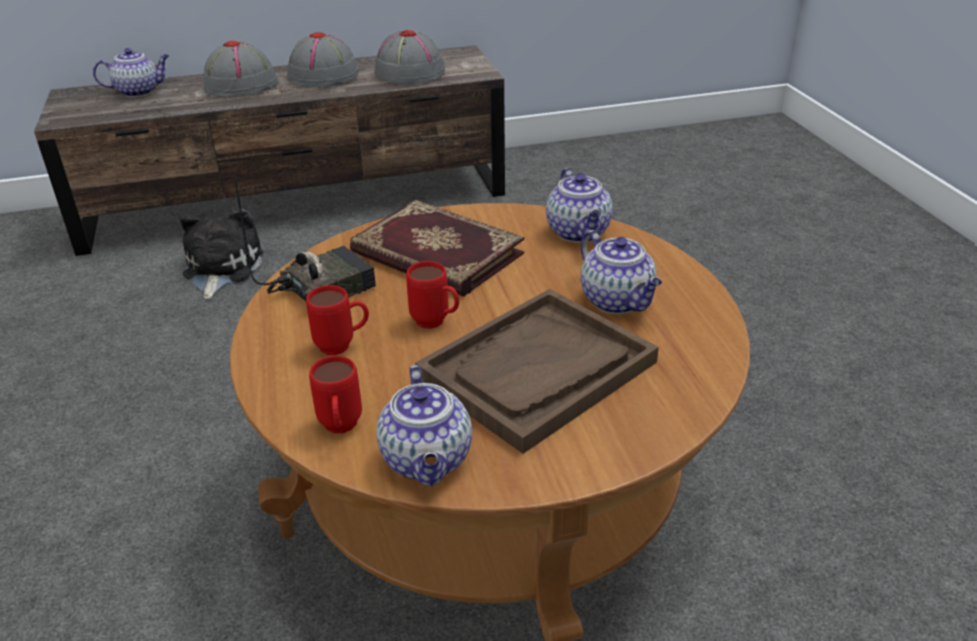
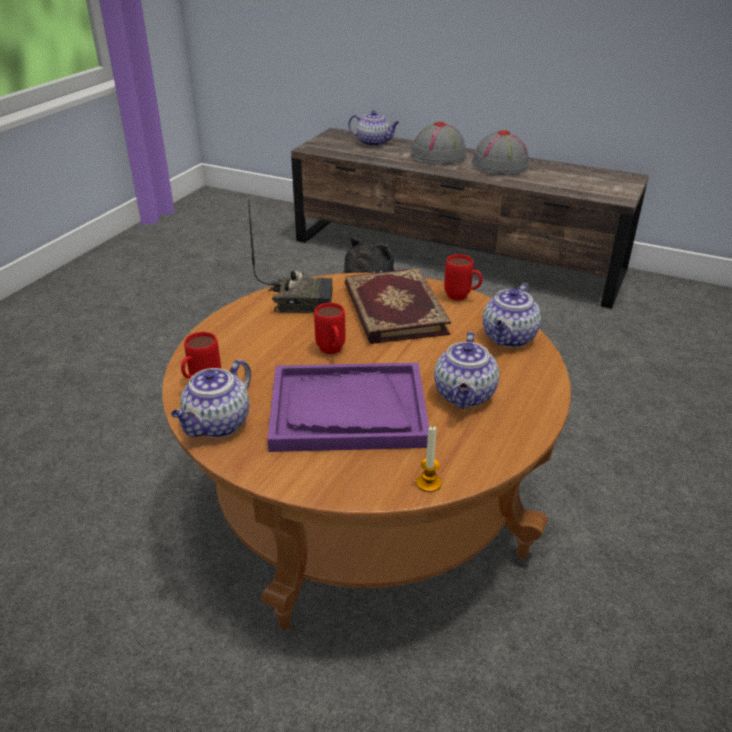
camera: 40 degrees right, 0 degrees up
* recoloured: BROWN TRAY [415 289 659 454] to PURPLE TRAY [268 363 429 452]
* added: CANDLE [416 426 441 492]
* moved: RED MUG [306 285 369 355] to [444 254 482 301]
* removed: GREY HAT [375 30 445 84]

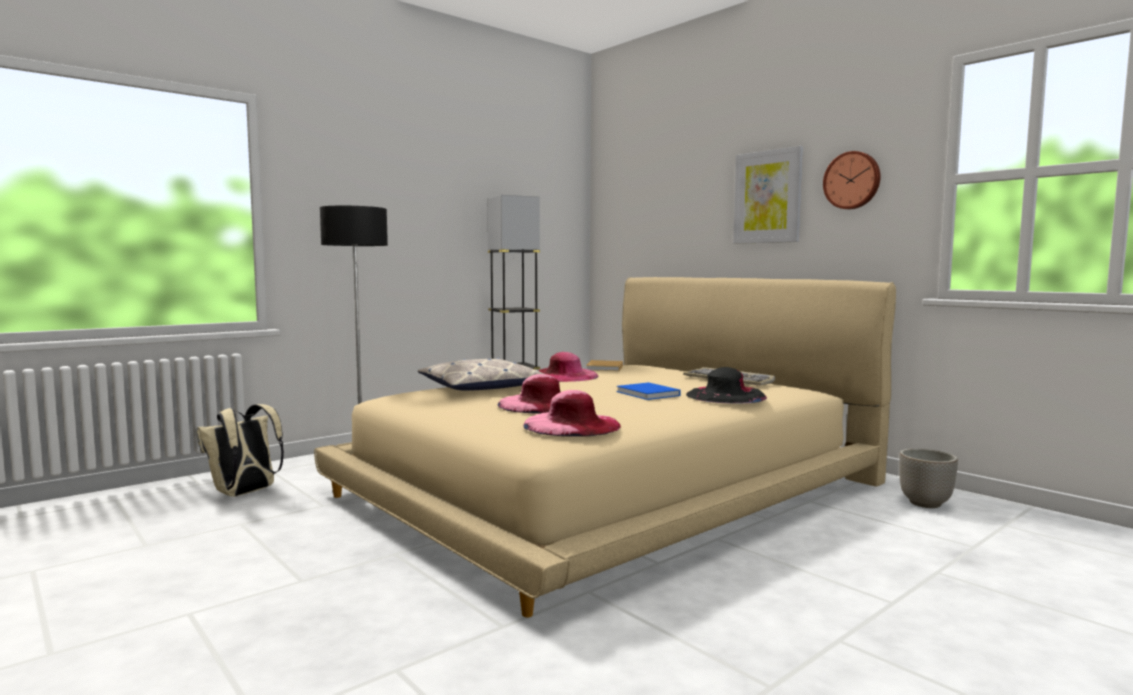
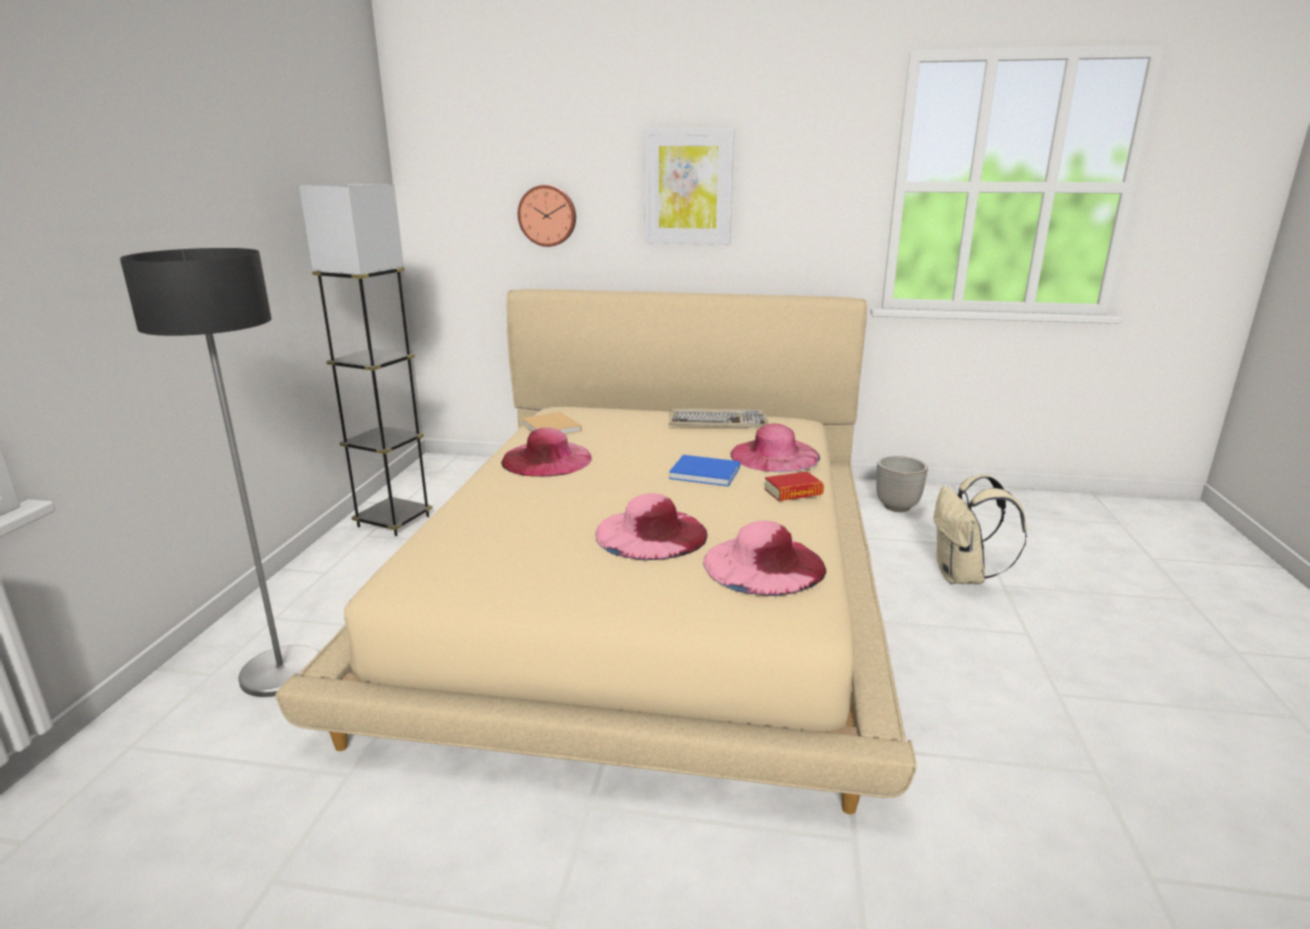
camera: 40 degrees left, 15 degrees up
* moved: WALL CLOCK [823 151 880 209] to [518 185 576 247]
* recoloured: BLACK HAT [686 367 767 404] to PINK HAT [730 423 820 472]
* added: BOOK [764 472 824 501]
* moved: BEIGE BACKPACK [196 404 284 497] to [933 474 1027 584]
* removed: PILLOW [418 358 544 391]

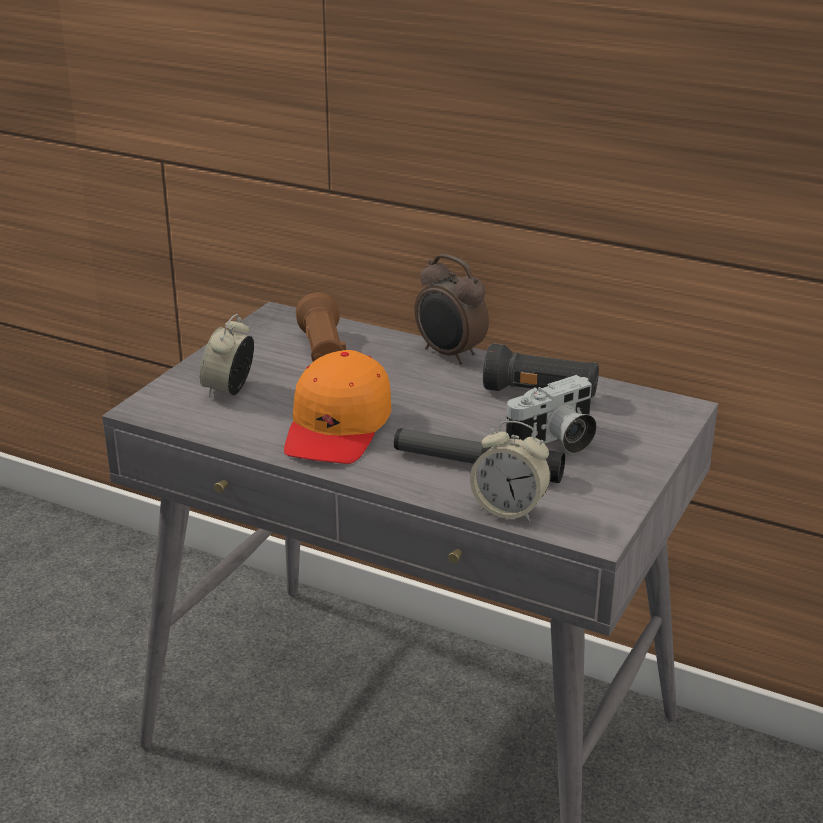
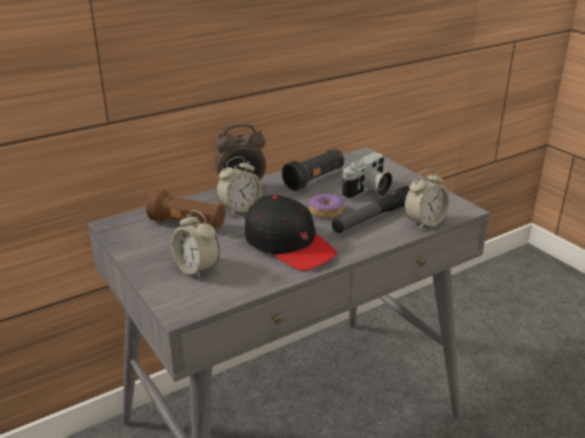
camera: 60 degrees left, 0 degrees up
* added: ALARM CLOCK [216 157 262 216]
* recoloured: ORANGE CAP [284 350 391 464] to BLACK CAP [245 195 337 271]
* added: DONUT [309 193 344 218]
* turned: PHOTO CAMERA [506 375 597 454] = [342 152 392 199] 45 degrees clockwise

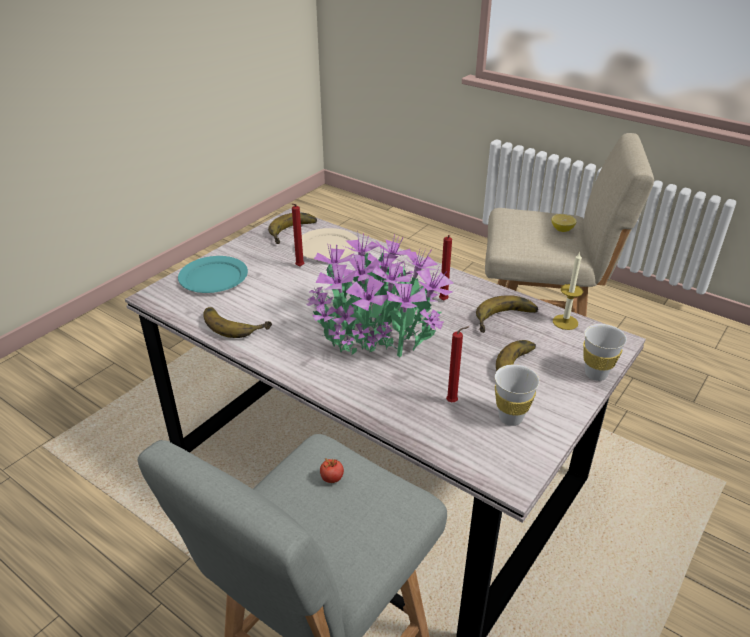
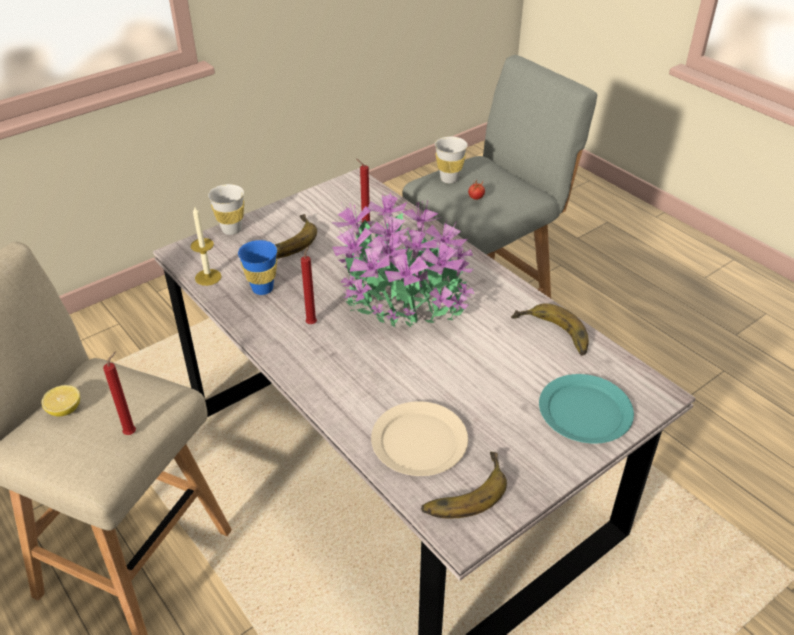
camera: 165 degrees left, 5 degrees up
* moved: RED CANDLE [292 203 304 266] to [103 352 136 435]
* replaced: BANANA [476 295 538 333] to BLUE CUP [238 240 277 295]
* moved: WHITE CUP [495 364 540 426] to [435 136 468 184]

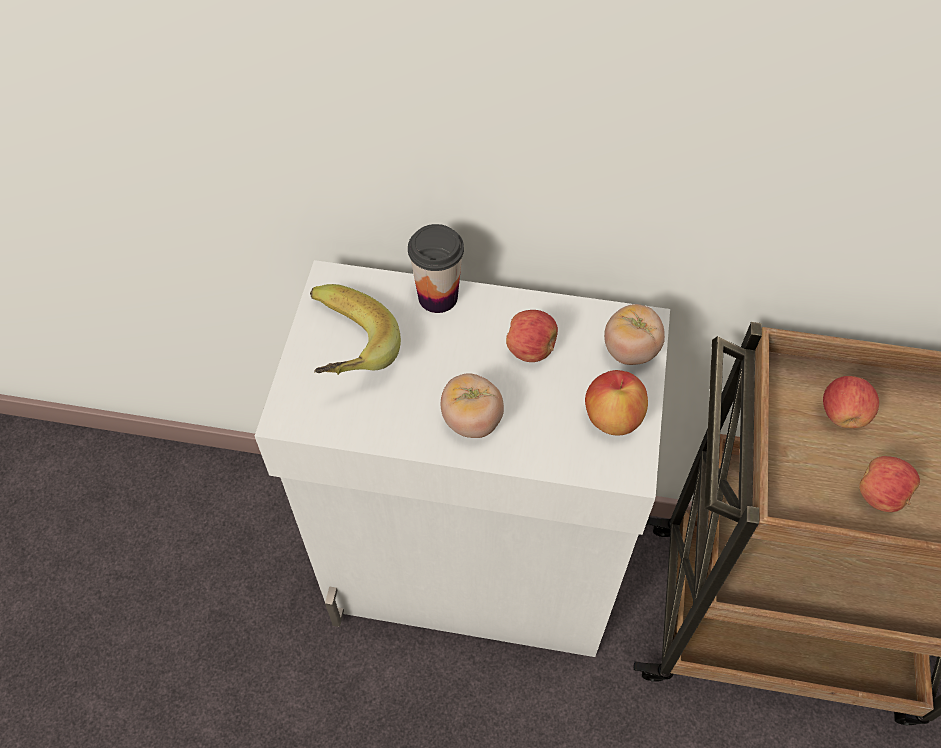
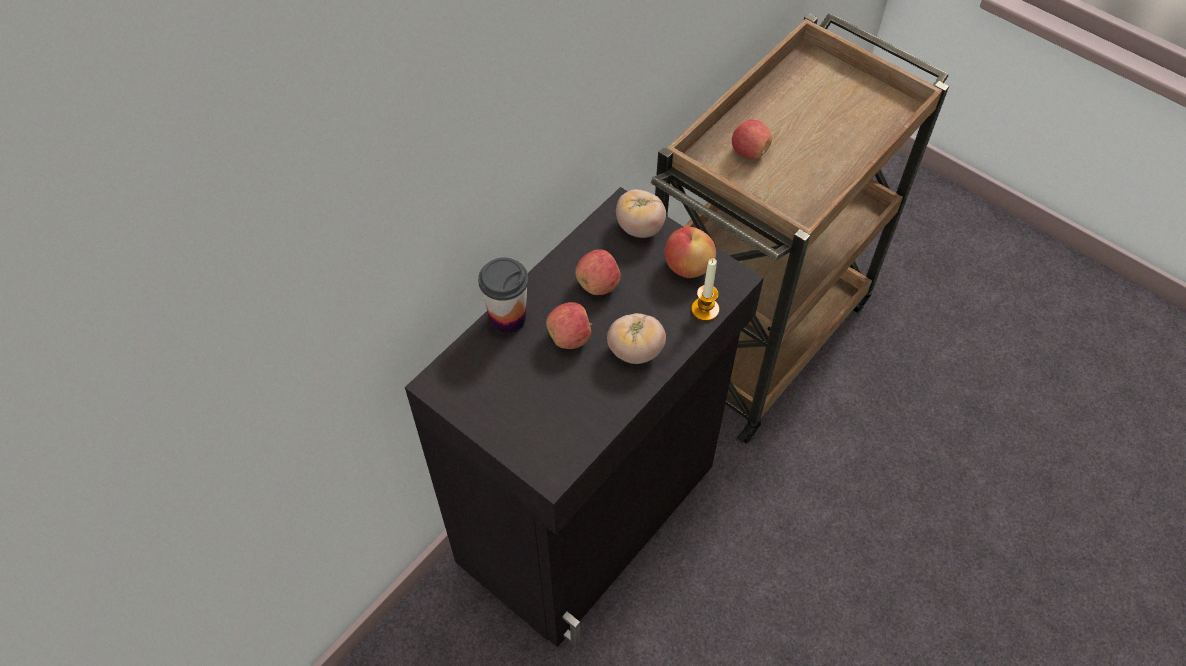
camera: 60 degrees left, 0 degrees up
* recoloured: WHITE CABINET [255 260 670 657] to BLACK CABINET [405 187 764 647]
* moved: APPLE [859 456 920 512] to [546 302 592 349]
* added: CANDLE [691 259 719 321]
* removed: BANANA [310 284 401 375]

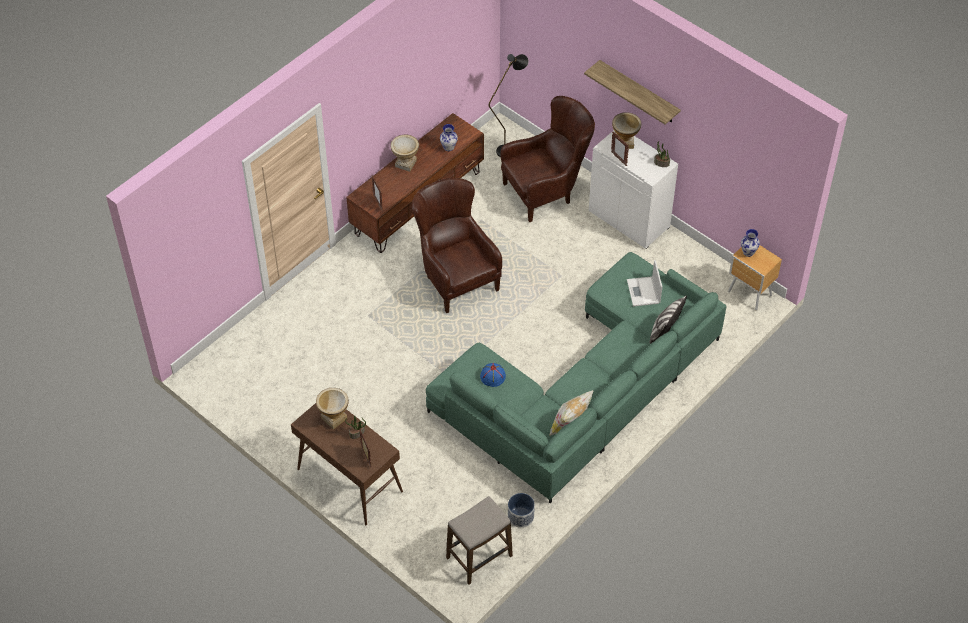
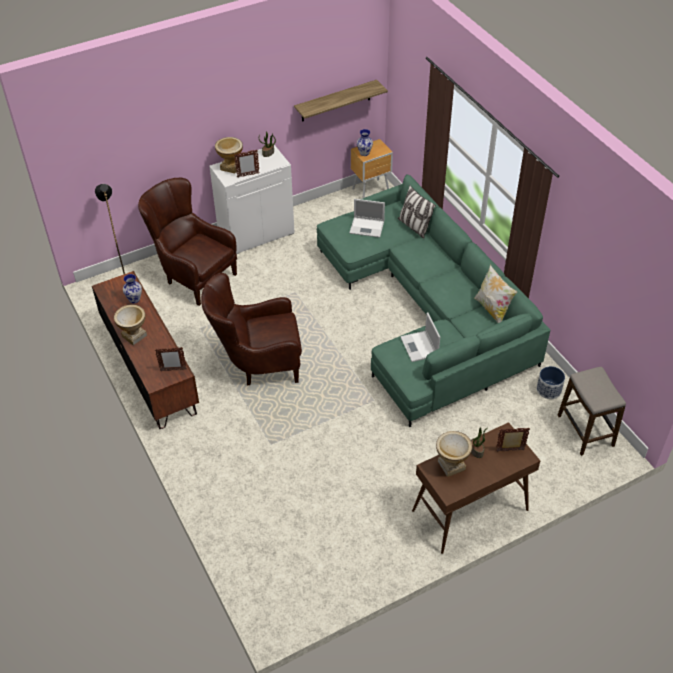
camera: 70 degrees left, 5 degrees down
* turned: BROWN ARMCHAIR [501 96 595 222] = [138 177 237 306] 45 degrees counterclockwise
* moved: SHELF [584 60 681 125] to [294 80 388 122]
* replaced: BLUE HAT [480 363 506 387] to LAPTOP [400 312 440 362]

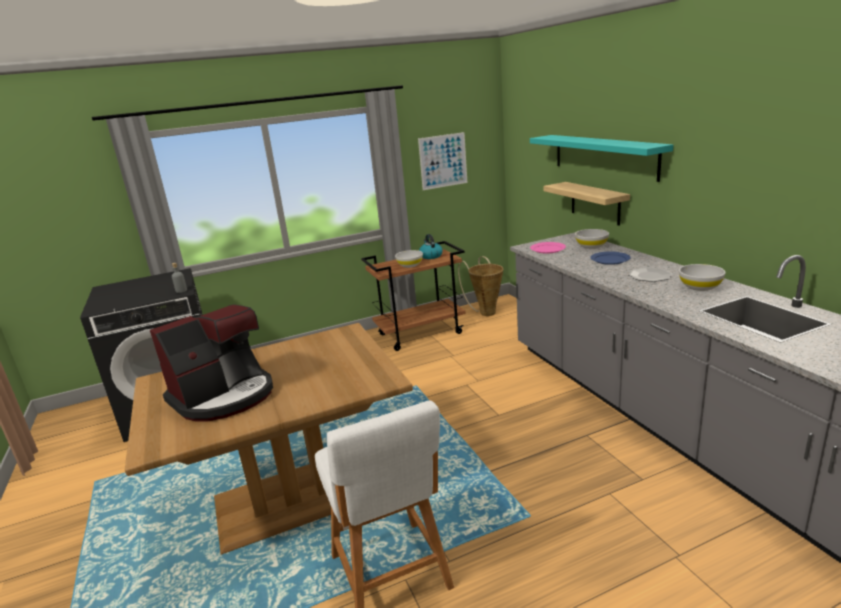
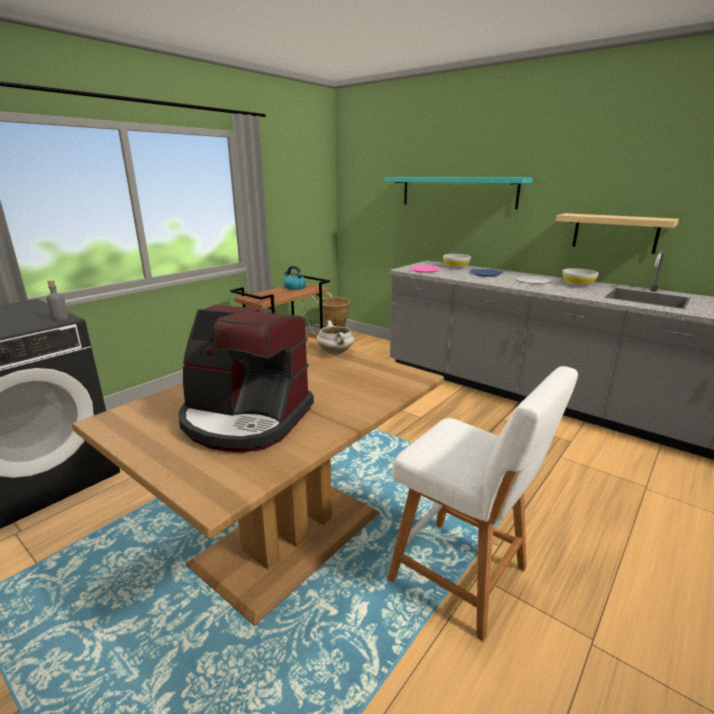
camera: 30 degrees left, 0 degrees up
* turned: COFFEE MACHINE [150 304 273 422] = [179 305 314 453] 90 degrees clockwise
* added: WHITE COOKING POT [316 321 354 354]
* moved: SHELF [543 182 630 226] to [556 213 679 254]
* removed: WHITE BOWL [395 250 423 268]
* removed: PICTURE [418 132 468 190]

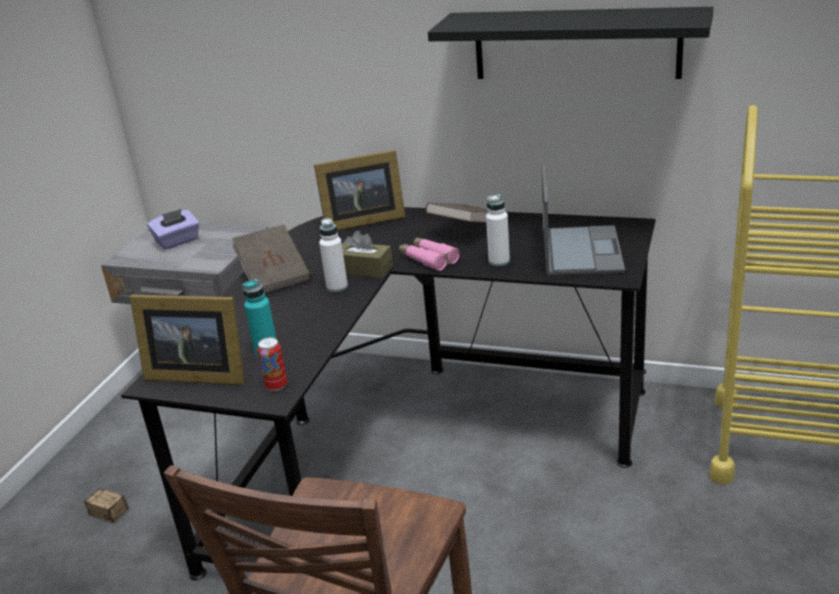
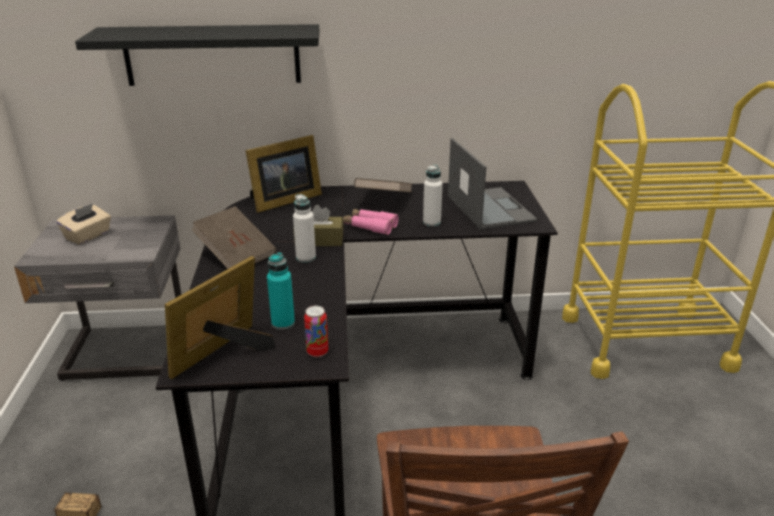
camera: 25 degrees left, 0 degrees up
* recoloured: PURPLE TISSUE BOX [147 209 200 250] to BEIGE TISSUE BOX [57 203 111 245]
* moved: BLACK SHELF [428 7 714 79] to [75 24 320 86]
* turned: PICTURE FRAME [130 295 245 385] = [165 256 275 379] 135 degrees clockwise

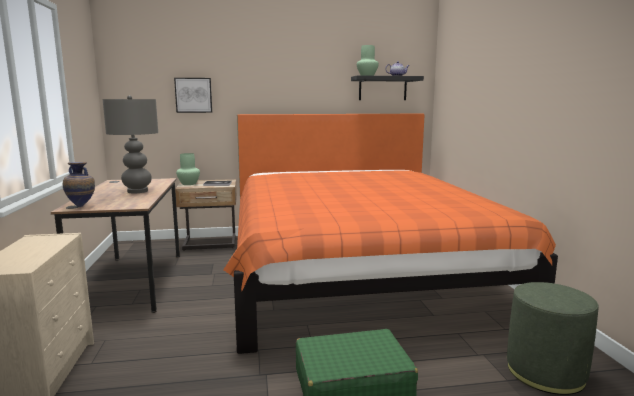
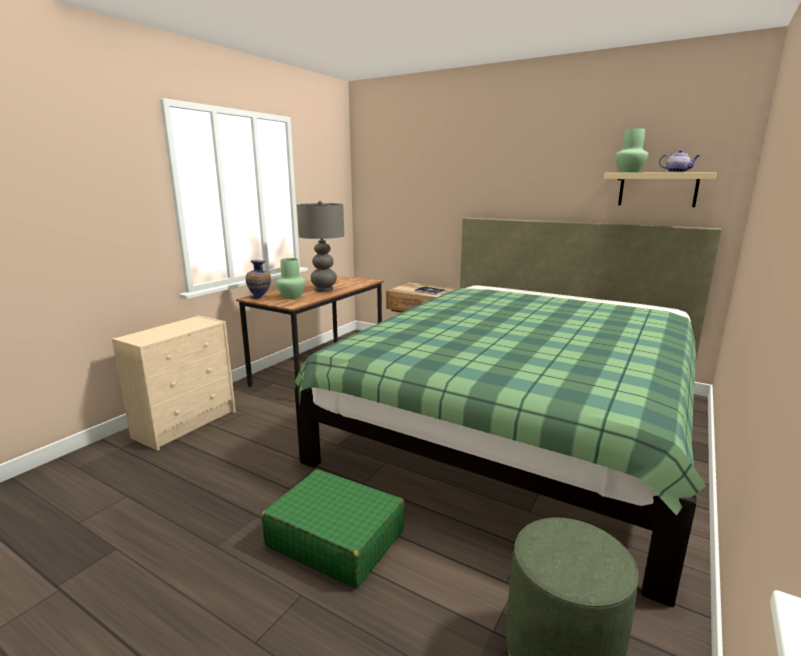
camera: 40 degrees right, 5 degrees up
* moved: GREEN VASE [176 153 200 185] to [276 258 306 299]
* recoloured: ORANGE BED [223 114 558 354] to GREEN BED [295 218 722 607]
* recoloured: BLACK SHELF [351 75 424 100] to BEIGE SHELF [604 172 717 207]
* removed: PICTURE [174 78 212 113]

